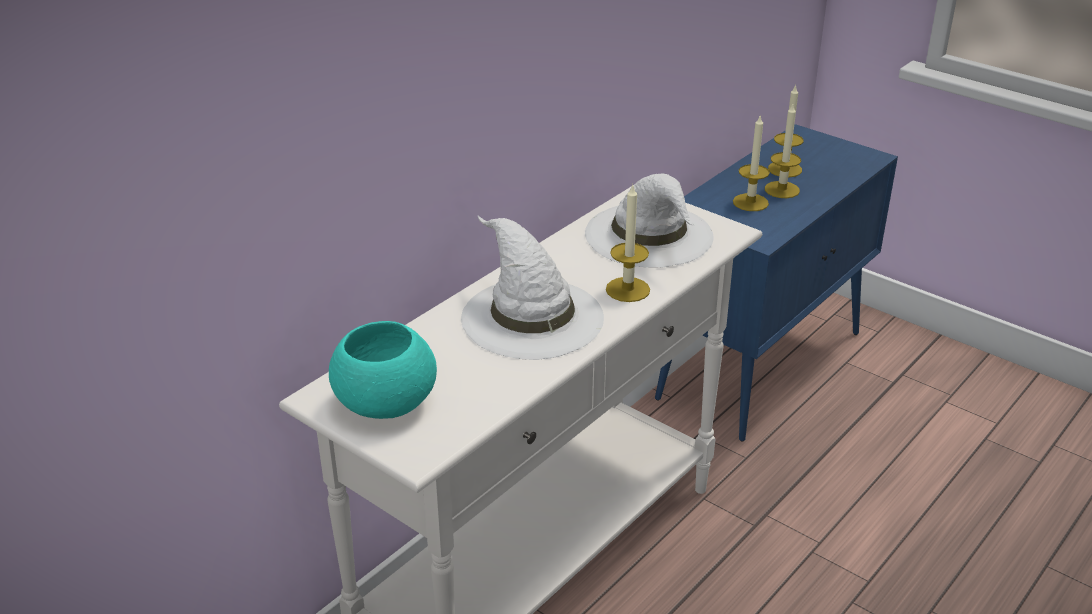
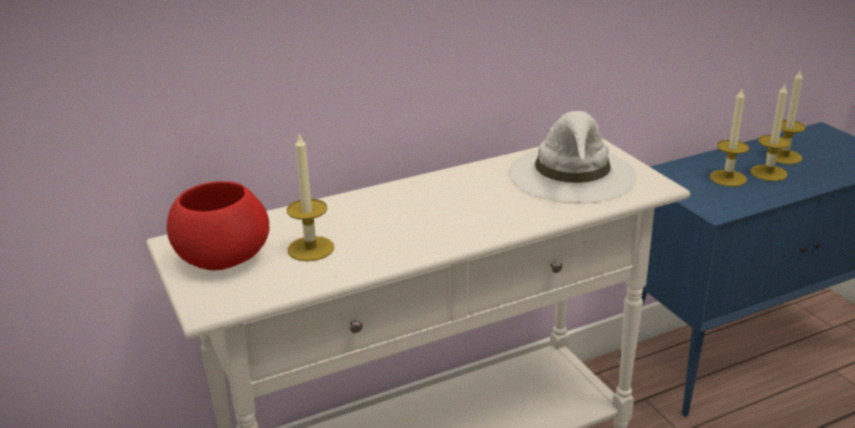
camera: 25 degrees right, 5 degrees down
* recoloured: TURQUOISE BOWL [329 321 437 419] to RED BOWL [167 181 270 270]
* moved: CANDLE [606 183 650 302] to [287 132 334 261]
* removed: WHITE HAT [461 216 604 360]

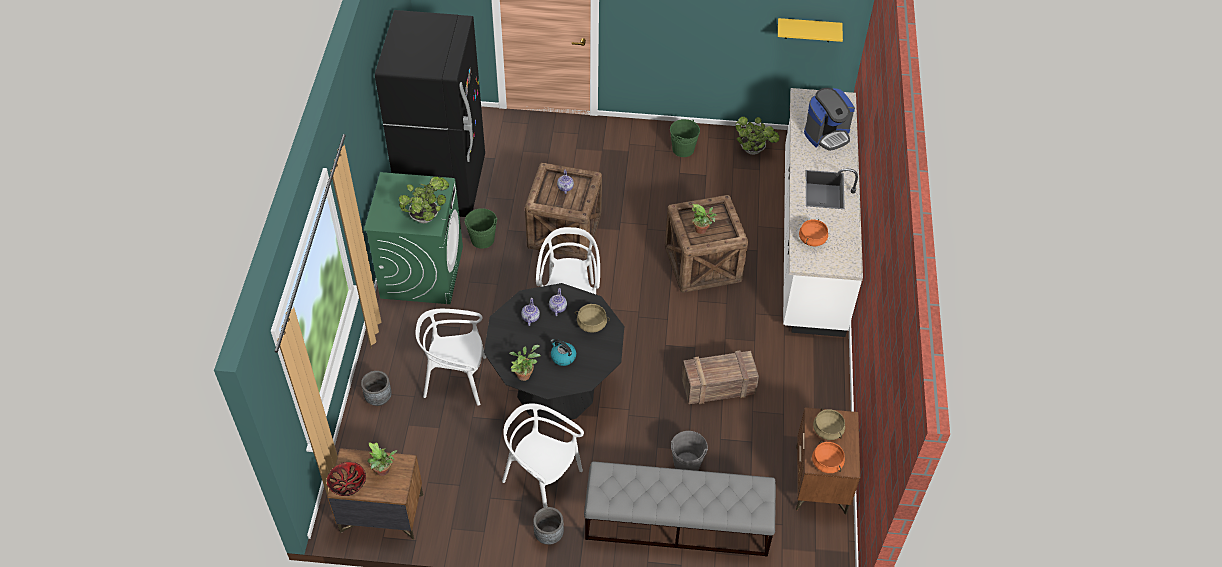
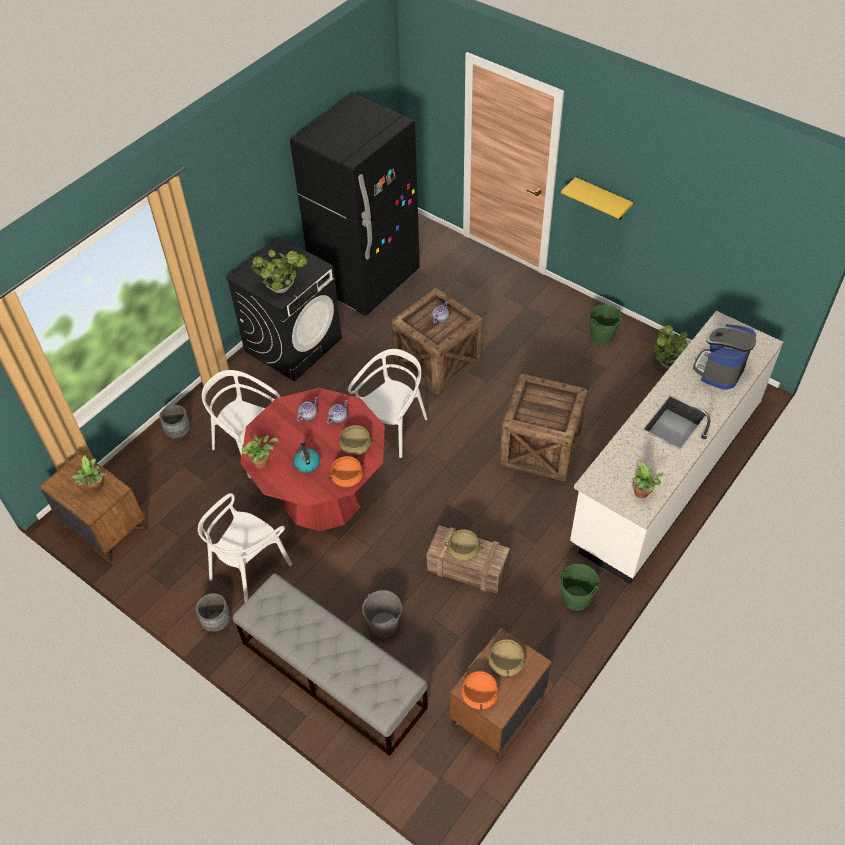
camera: 35 degrees right, 0 degrees up
* turned: WHITE CHAIR [502 403 584 508] = [198 493 292 602] 120 degrees counterclockwise
* recoloured: GREEN WASHING MACHINE [364 172 463 304] to BLACK WASHING MACHINE [226 236 342 382]
* recoloured: BLACK DINING TABLE [484 283 624 423] to RED DINING TABLE [240 388 385 531]
* moved: ORANGE COOKING POT [799 219 828 246] to [329 456 363 487]
* added: BEIGE COOKING POT [444 529 483 561]
* moved: GREEN BUCKET [464 208 497 249] to [560 564 599 611]
* moved: YELLOW SHELF [778 18 843 42] to [561 177 633 220]
* moved: POTTED PLANT [692 204 717 234] to [632 460 663 499]
* turned: COFFEE MACHINE [804 88 855 151] = [693 324 756 390] 120 degrees clockwise
* removed: BOWL [327 462 366 496]

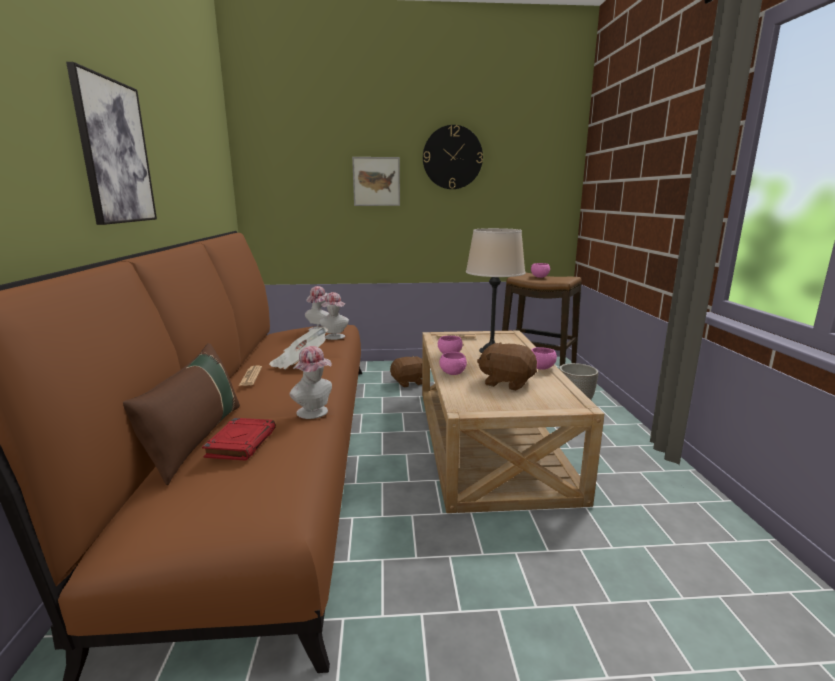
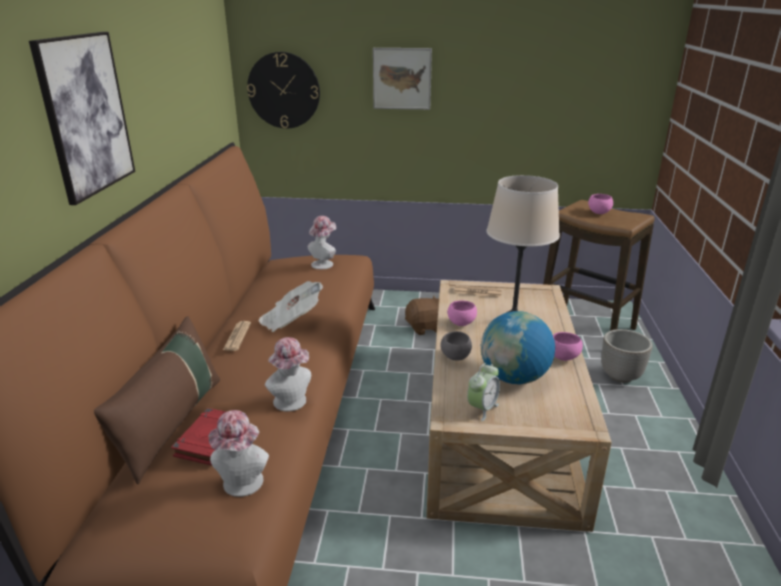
camera: 10 degrees right, 10 degrees up
* moved: HAT [319 292 349 340] to [209 410 269 497]
* moved: WALL CLOCK [423 125 483 189] to [247 52 320 128]
* recoloured: PINK BOWL [439 352 467 375] to GREY BOWL [440 331 472 360]
* added: ALARM CLOCK [467 363 500 421]
* replaced: BROWN PLUSH TOY [477 342 537 391] to GLOBE [481 311 555 384]

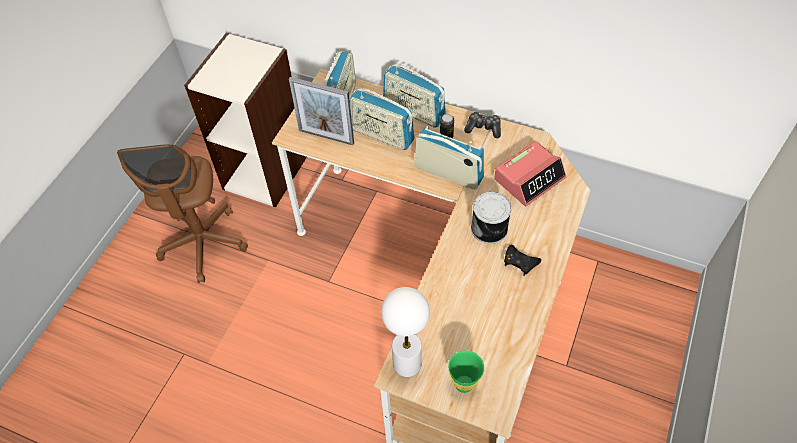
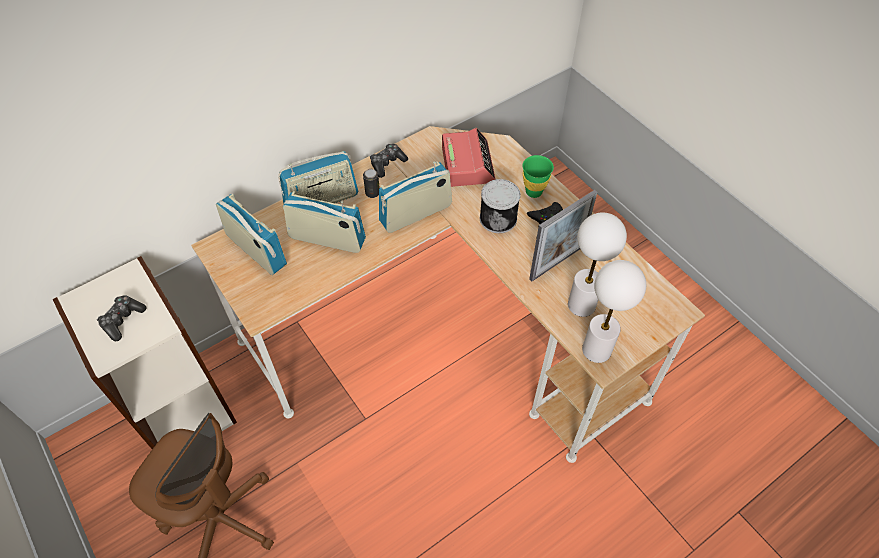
camera: 60 degrees left, 0 degrees up
* added: GAME CONTROLLER [97 295 147 341]
* turned: RADIO [349 88 415 150] = [283 191 366 253] 135 degrees counterclockwise
* moved: GREEN CUP [448 350 484 393] to [523 155 554 198]
* moved: PICTURE FRAME [289 77 354 145] to [529 190 597 282]
* added: WHITE TABLE LAMP [568 212 627 317]

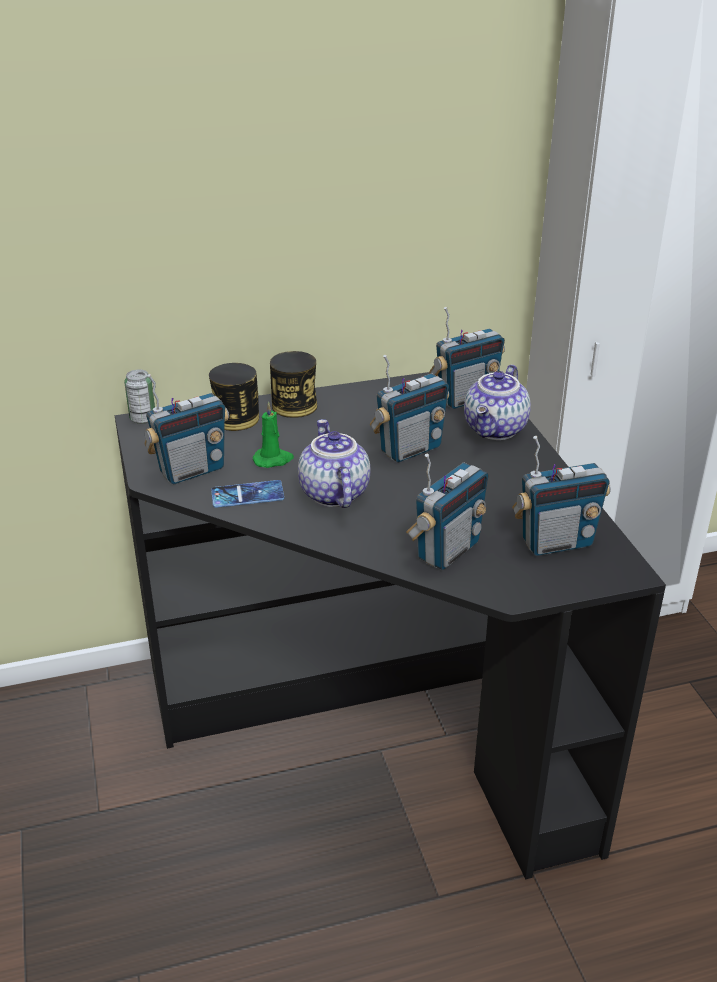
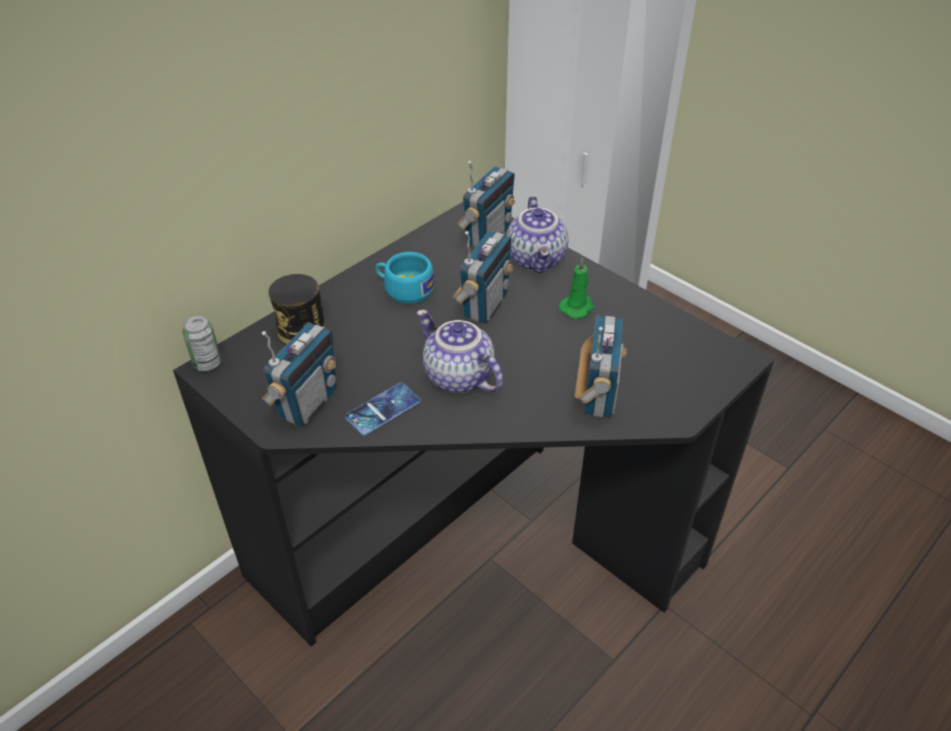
camera: 30 degrees left, 10 degrees up
* added: TURQUOISE CUP [375 252 435 304]
* moved: GREEN CANDLE [252 402 294 468] to [559 258 594 319]
* removed: CAN [270 351 317 418]
* removed: RADIO [512 436 611 556]

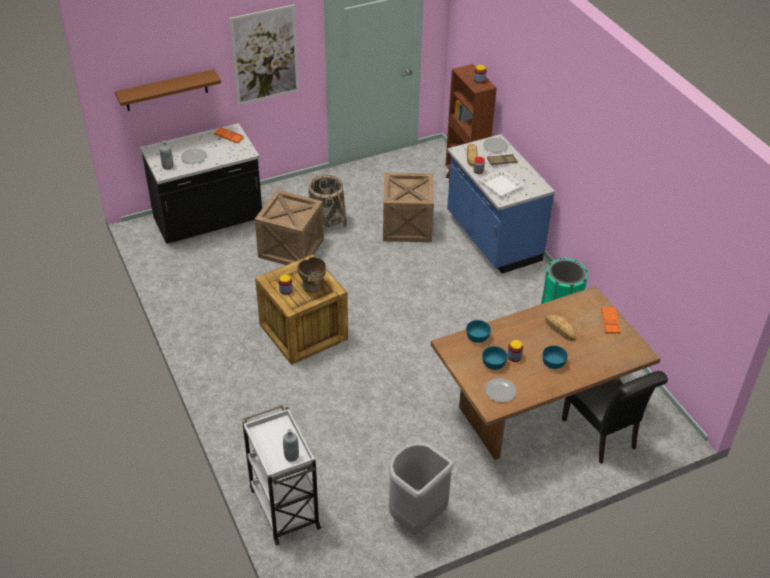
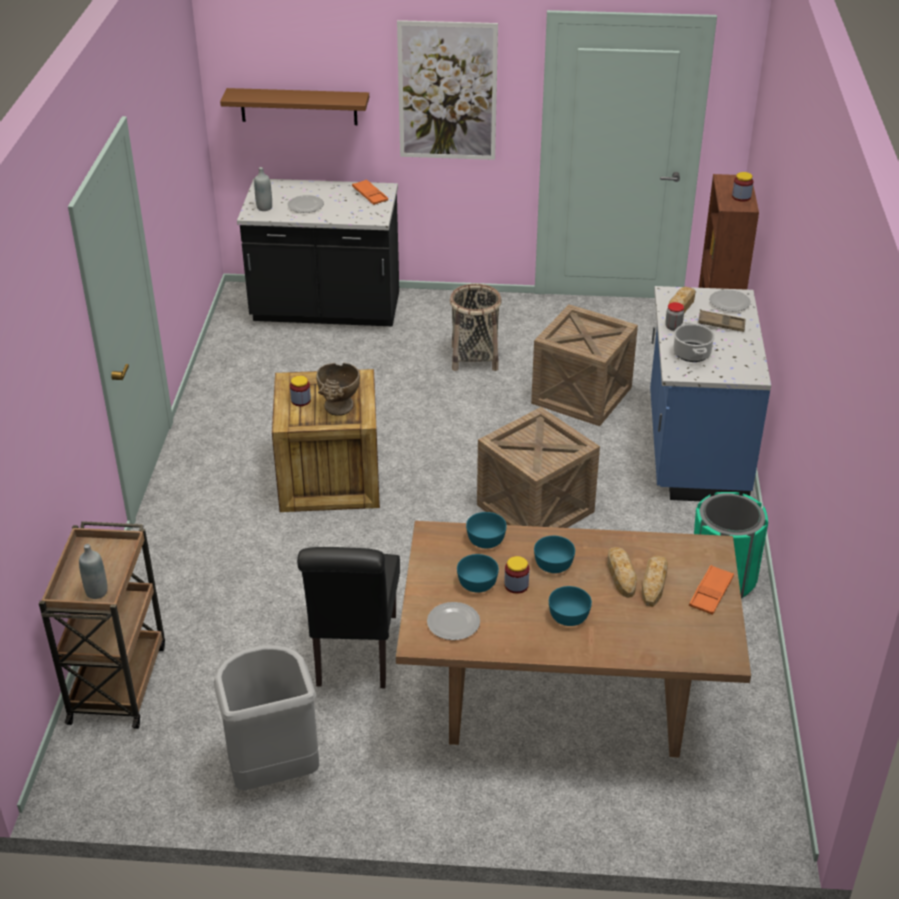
camera: 30 degrees right, 5 degrees down
* recoloured: WHITE CART [242 405 321 546] to BROWN CART [39 521 165 729]
* moved: BLACK CHAIR [562 371 668 464] to [297 547 400 688]
* moved: CRATE [255 190 324 265] to [477 407 600 528]
* added: TURQUOISE BOWL [534 536 575 573]
* added: BREAD [642 556 668 607]
* replaced: WHITE TRAY [479 169 524 196] to COOKING POT [673 322 715 362]

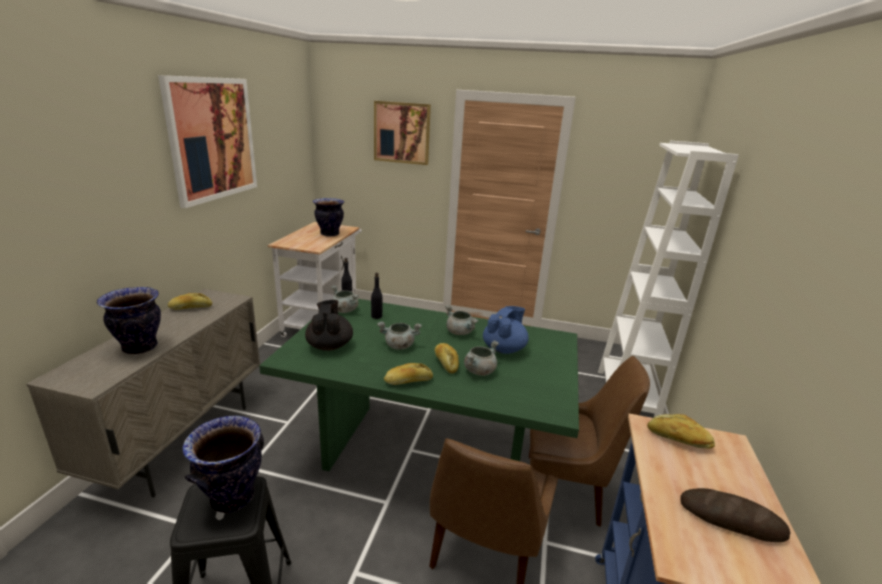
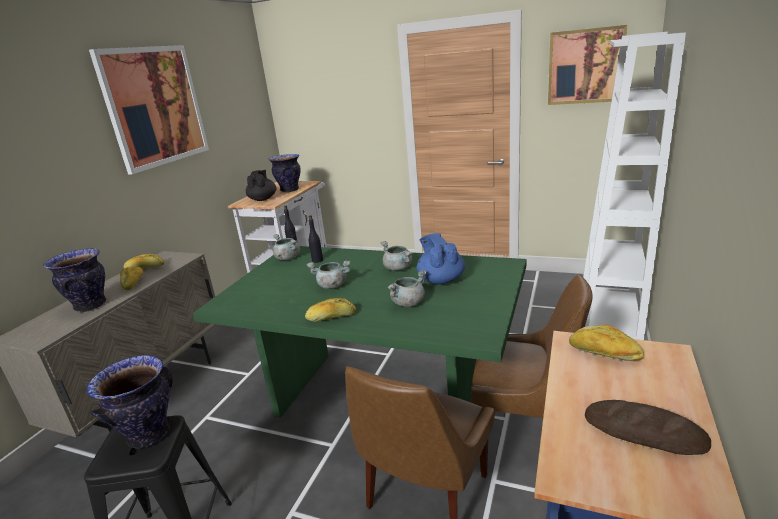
camera: 10 degrees right, 0 degrees up
* moved: BREAD [435 343 459 374] to [120 266 143 290]
* moved: BLACK TEAPOT [305 300 353 351] to [246 170 277 201]
* turned: BLUE TEAPOT [483 306 529 354] = [417 233 465 285] 60 degrees counterclockwise
* moved: PICTURE [374 101 431 165] to [548 25 627 105]

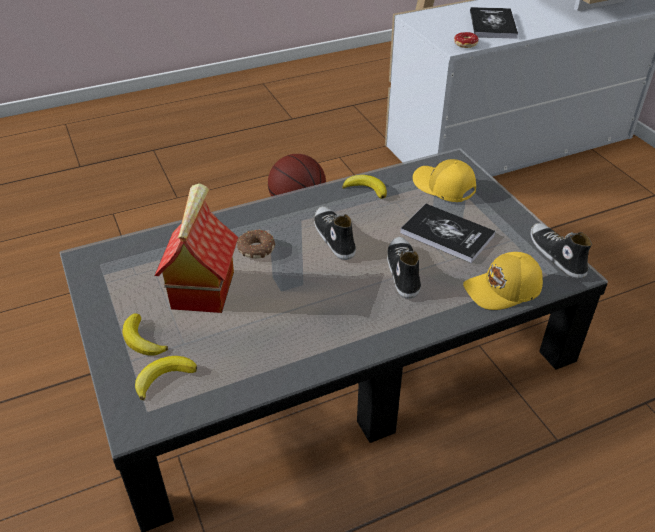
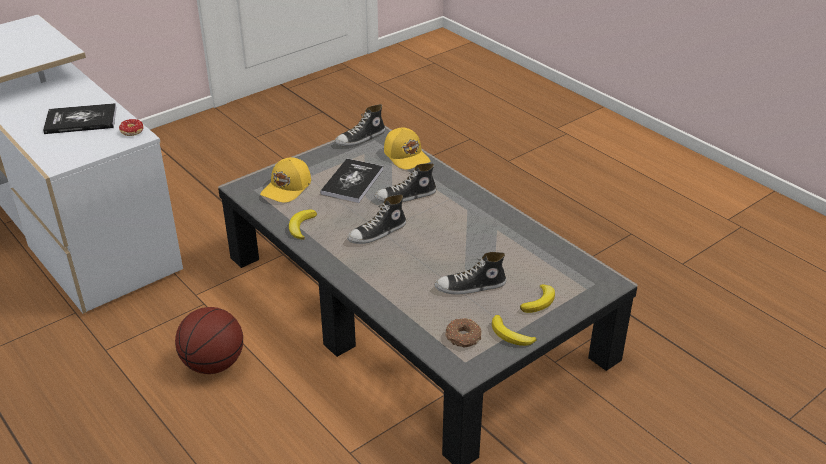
camera: 105 degrees left, 5 degrees down
* replaced: TOY HOUSE [154 183 238 313] to SHOE [434 252 506 295]
* moved: DONUT [237 230 275 259] to [445 318 482 347]
* moved: BANANA [135 356 197 400] to [492 315 536 346]

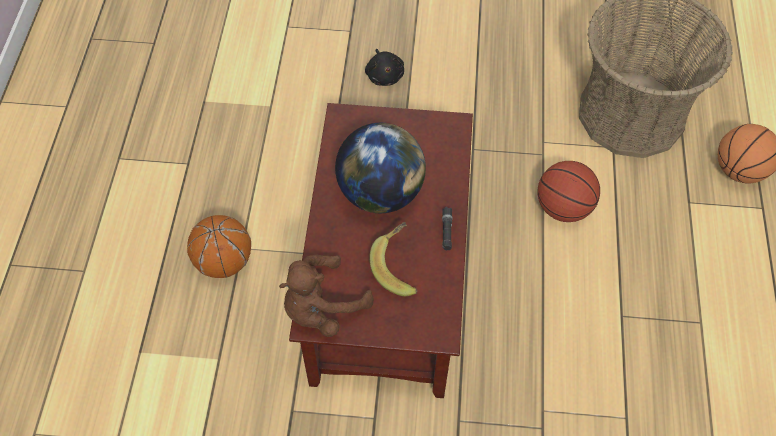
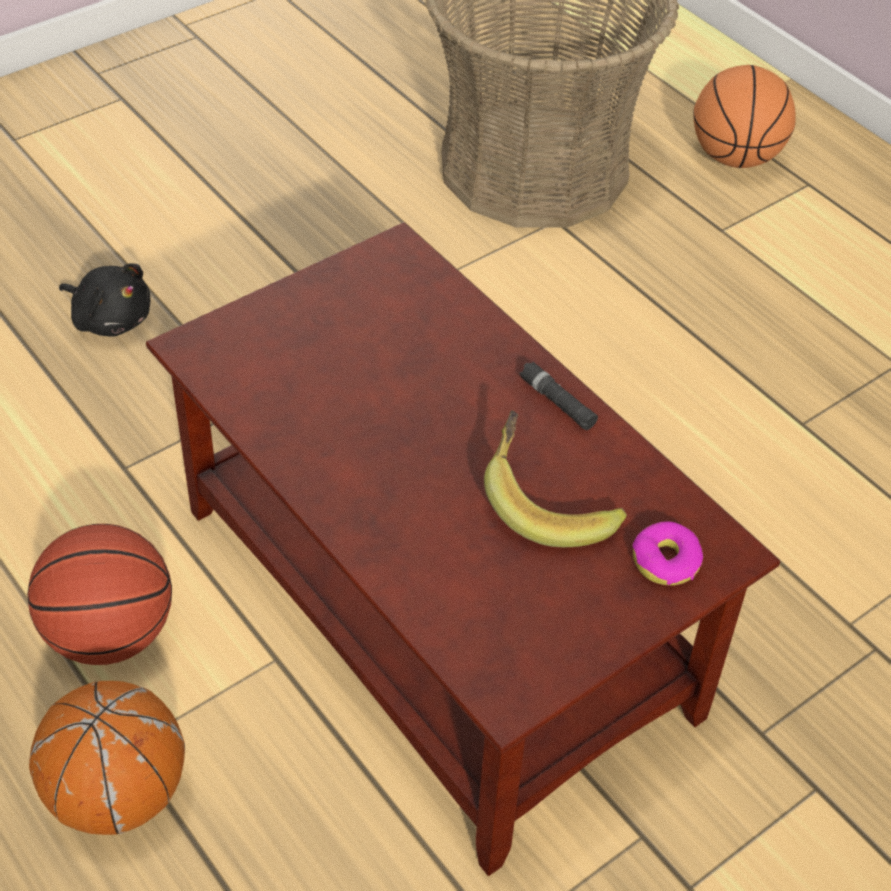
camera: 45 degrees left, 10 degrees down
* moved: BASKETBALL [538 161 600 222] to [27 524 172 665]
* added: DONUT [632 521 703 585]
* removed: BROWN PLUSH TOY [279 255 374 337]
* removed: GLOBE [335 123 426 213]

